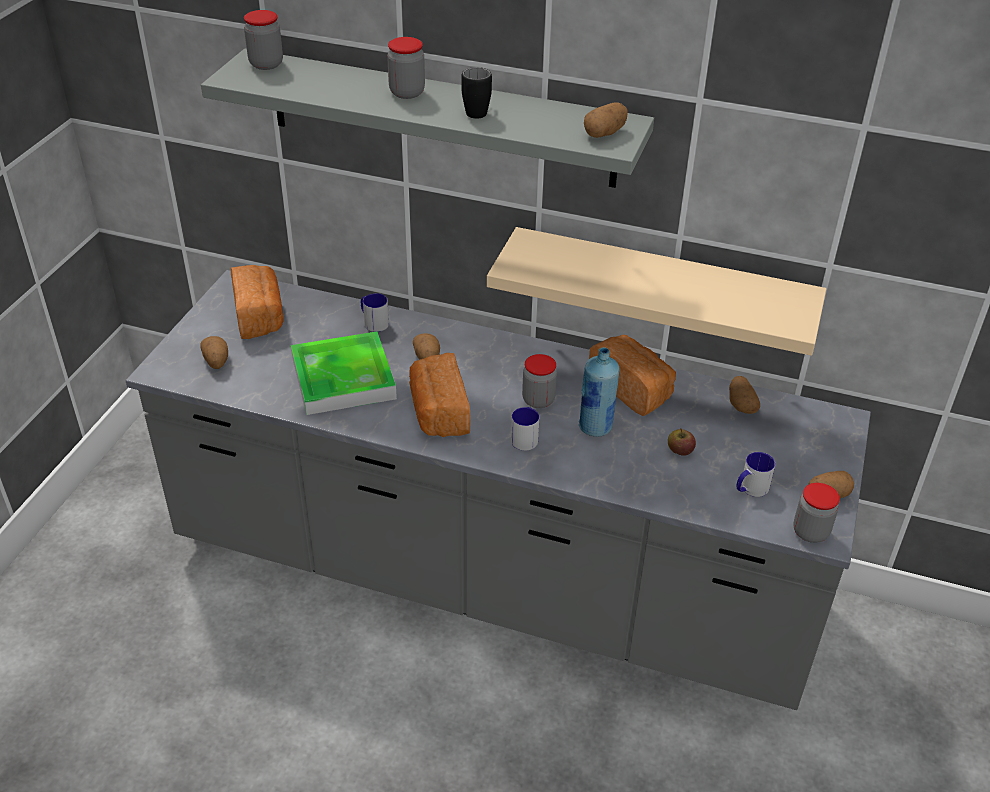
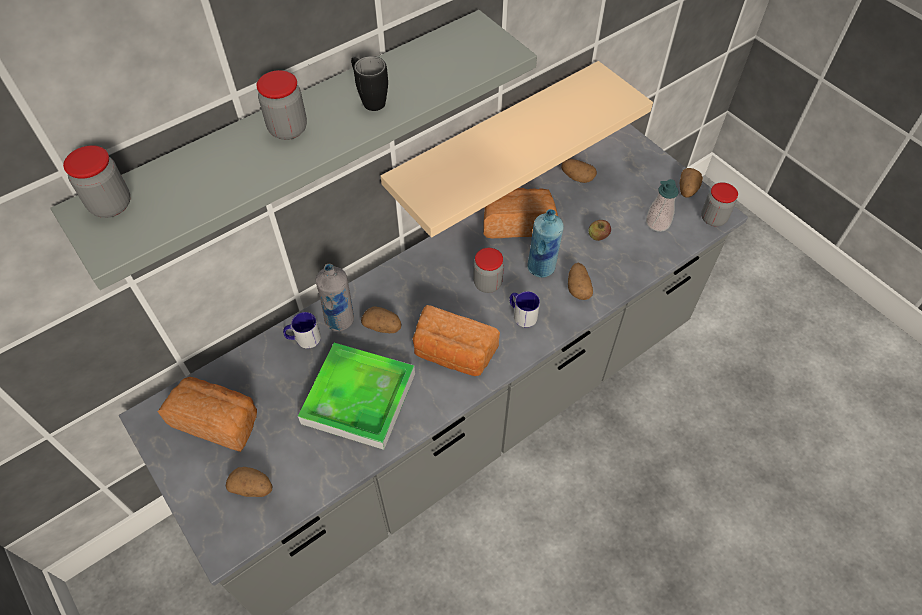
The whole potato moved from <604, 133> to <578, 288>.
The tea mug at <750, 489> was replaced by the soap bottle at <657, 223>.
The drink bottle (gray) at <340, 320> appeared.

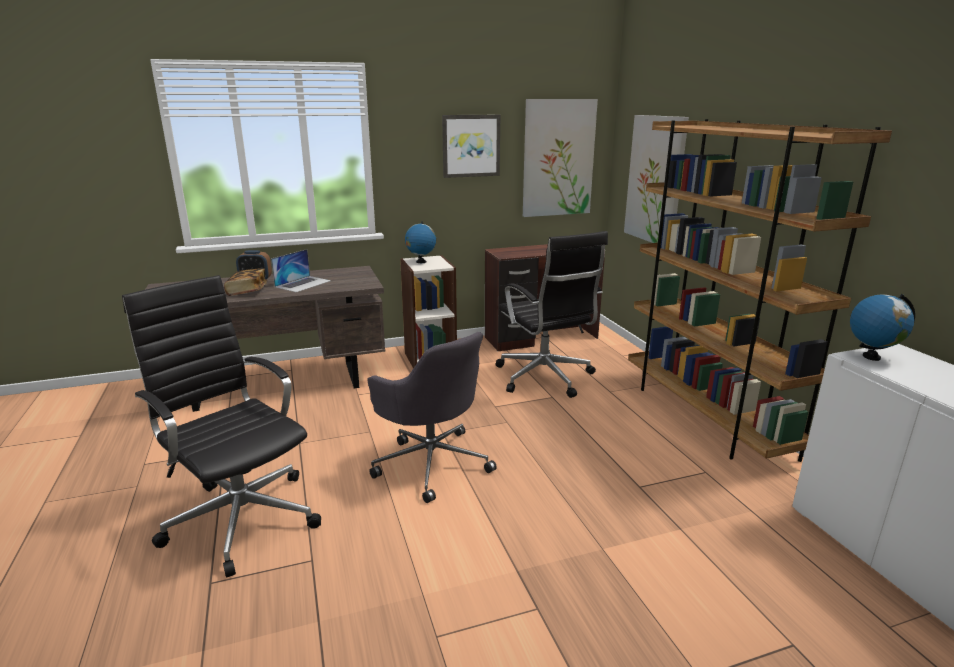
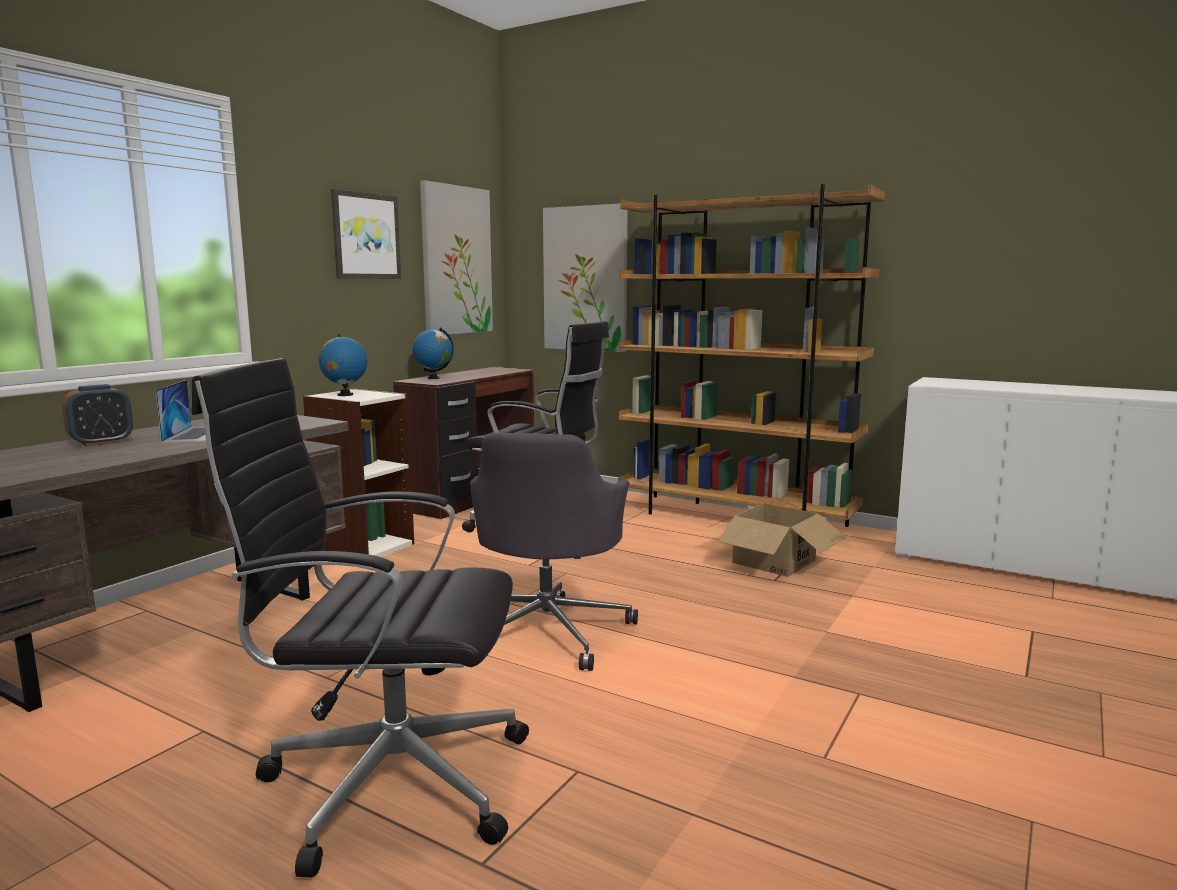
The bound book at <247, 291> disappeared.
The globe moved from <871, 357> to <433, 378>.
The computer chair (gray) at <431, 462> turned 90 degrees clockwise.
The carton at <774, 561> appeared.

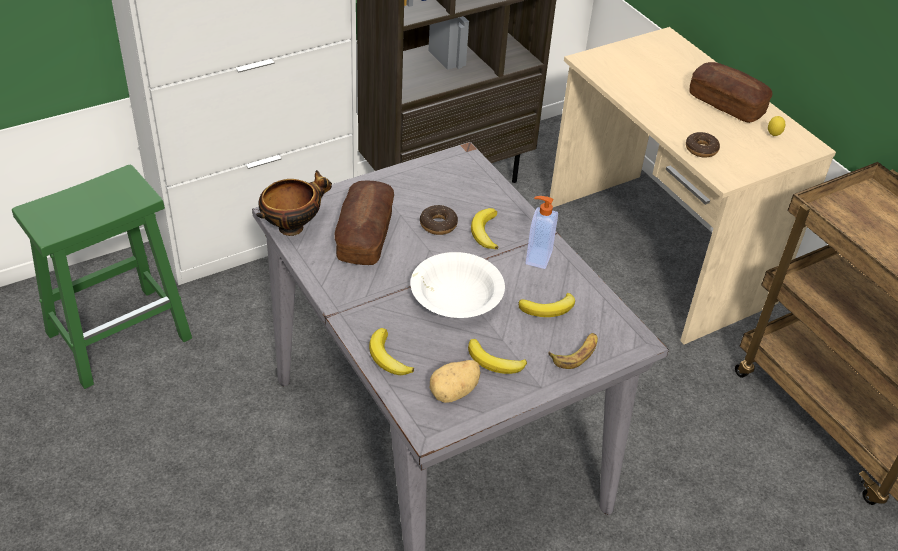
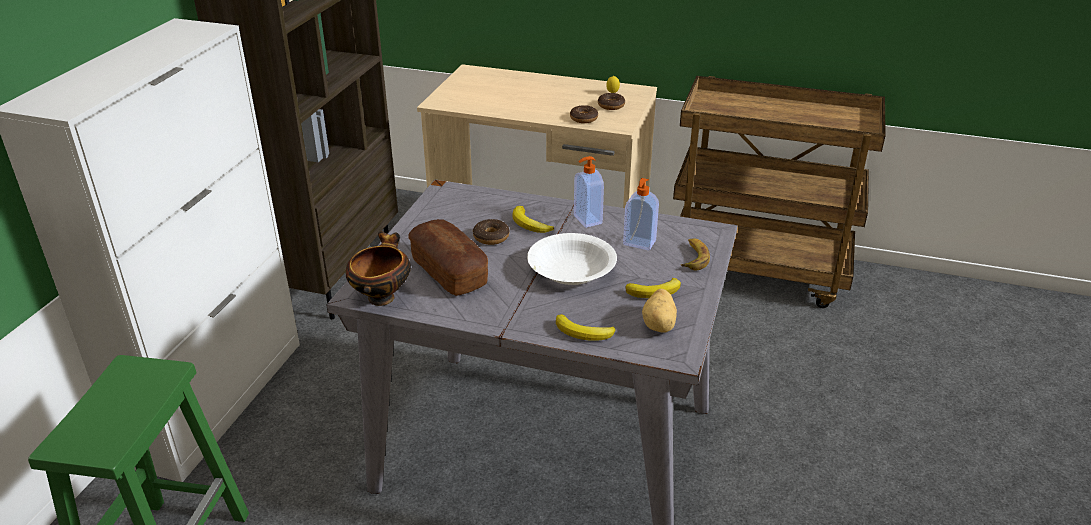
The bakery bread at <726, 104> disappeared.
The banana at <548, 308> was replaced by the soap bottle at <639, 243>.
The ring doughnut at <611, 105> appeared.

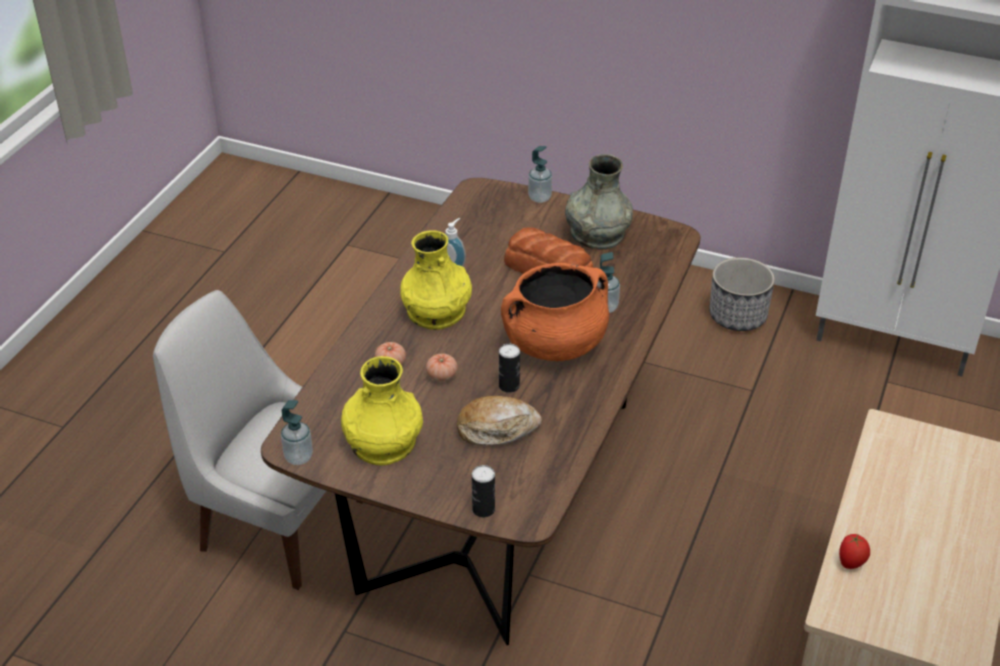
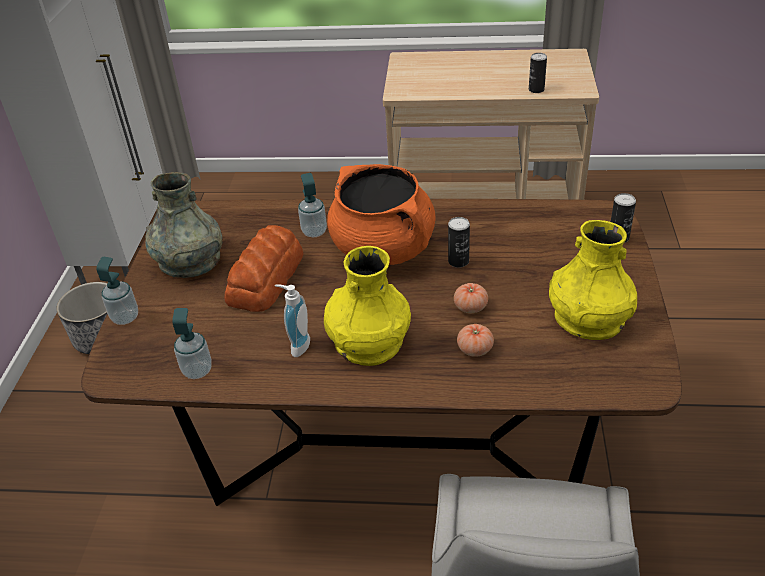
The bakery bread at <497, 429> disappeared.
The soap bottle moved from <298, 457> to <197, 370>.
The whole tomato at <851, 563> was replaced by the can at <536, 90>.

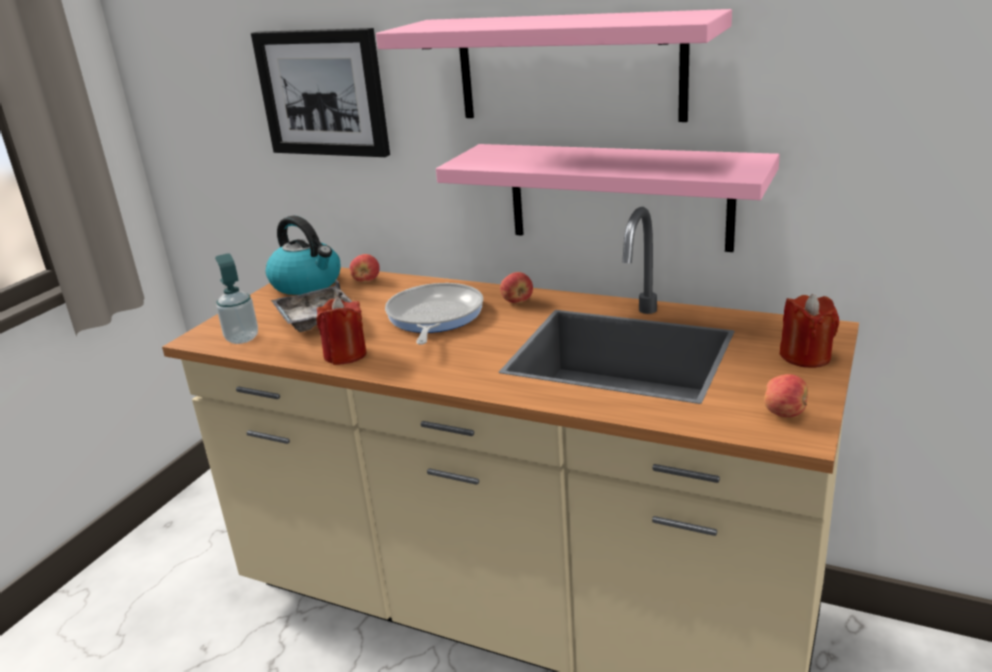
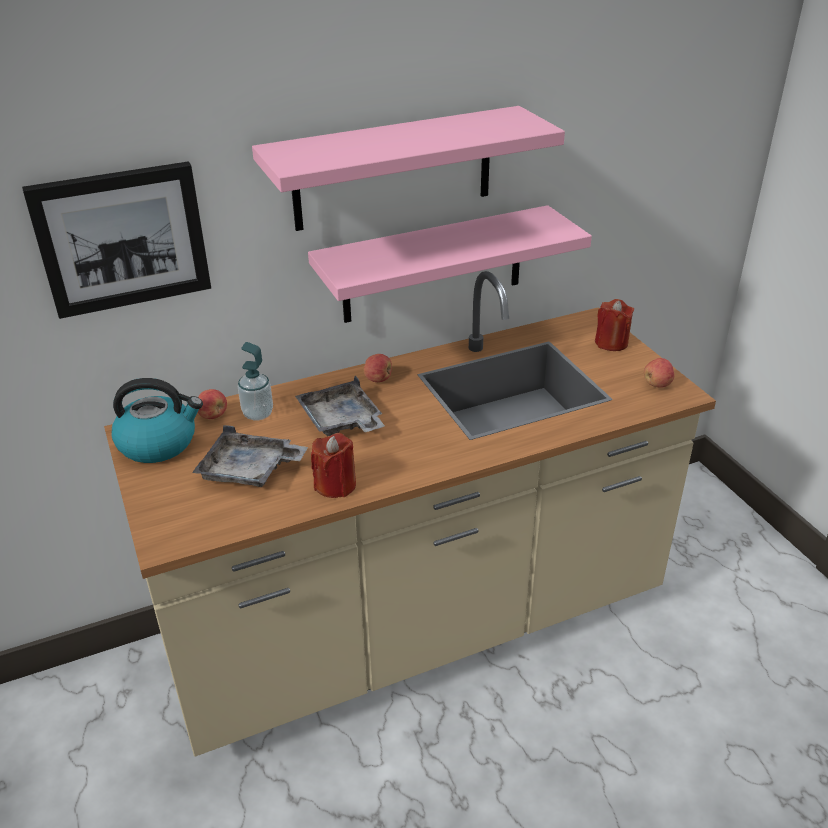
The soap bottle moved from <242, 338> to <258, 414>.
The skillet at <433, 317> was replaced by the serving tray (gray) at <341, 421>.

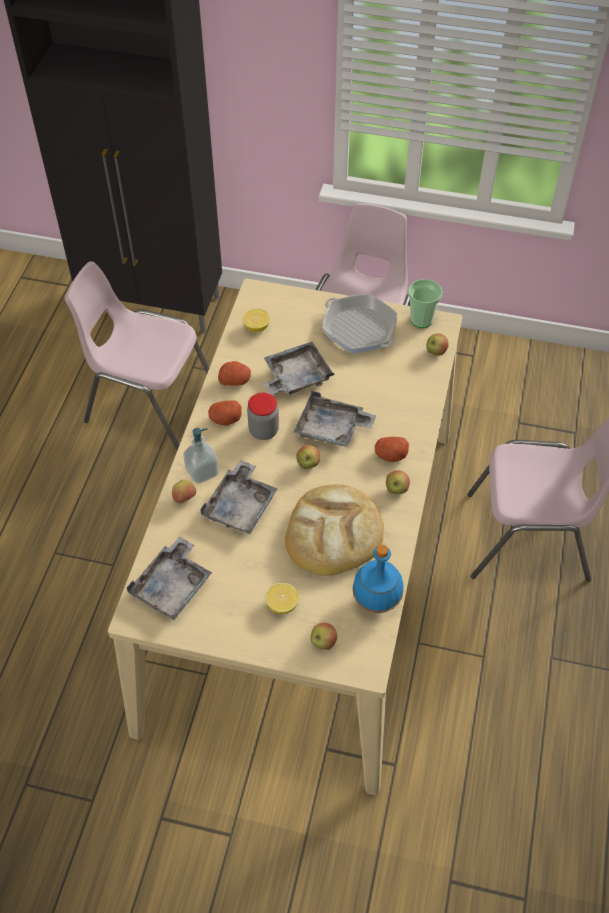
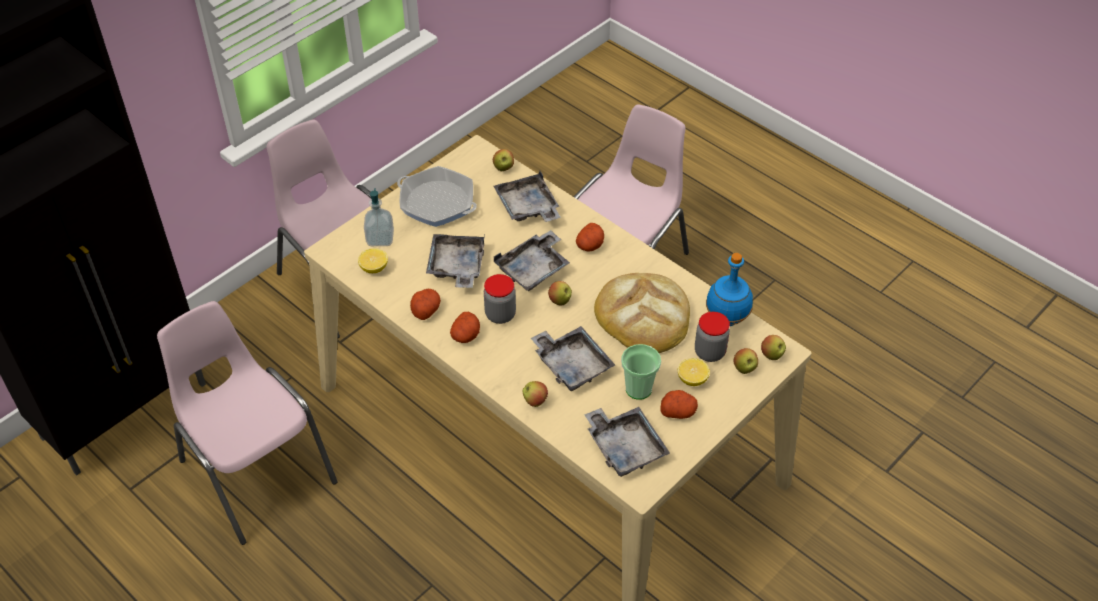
The plain chair (pink-coloured) at <149, 403> turned 90 degrees clockwise.
The small cup moved from <421, 320> to <638, 389>.
The skillet at <359, 329> turned 45 degrees clockwise.
The soap bottle moved from <202, 472> to <380, 239>.
The whole apple moved from <396, 489> to <772, 355>.
The serving tray (gray) at <528, 207> appeared.
The jar at <709, 352> appeared.
The whole potato at <678, 411> appeared.

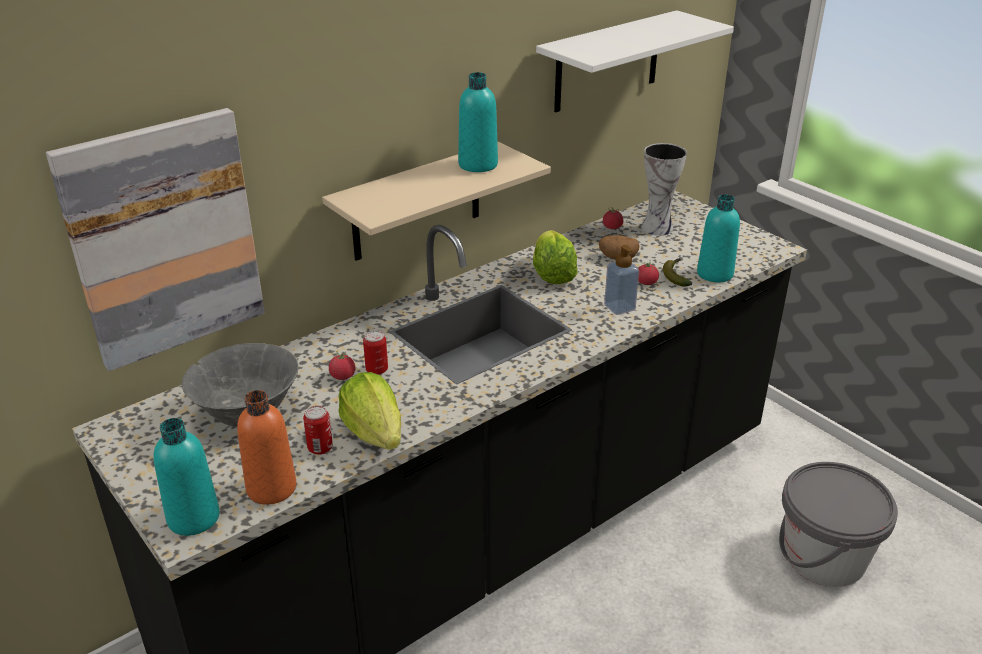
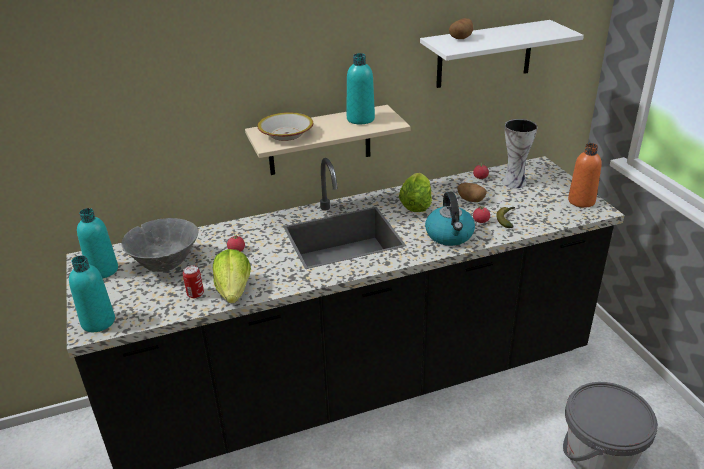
The wall art at <164, 238> disappeared.
The drink bottle (turquoise) moved from <715, 274> to <103, 270>.
The soap bottle at <619, 307> was replaced by the tea kettle at <450, 235>.
The can at <377, 370> disappeared.
The drink bottle (orange) moved from <271, 488> to <581, 201>.
The whole potato at <461, 38> appeared.
The serving bowl at <286, 134> appeared.

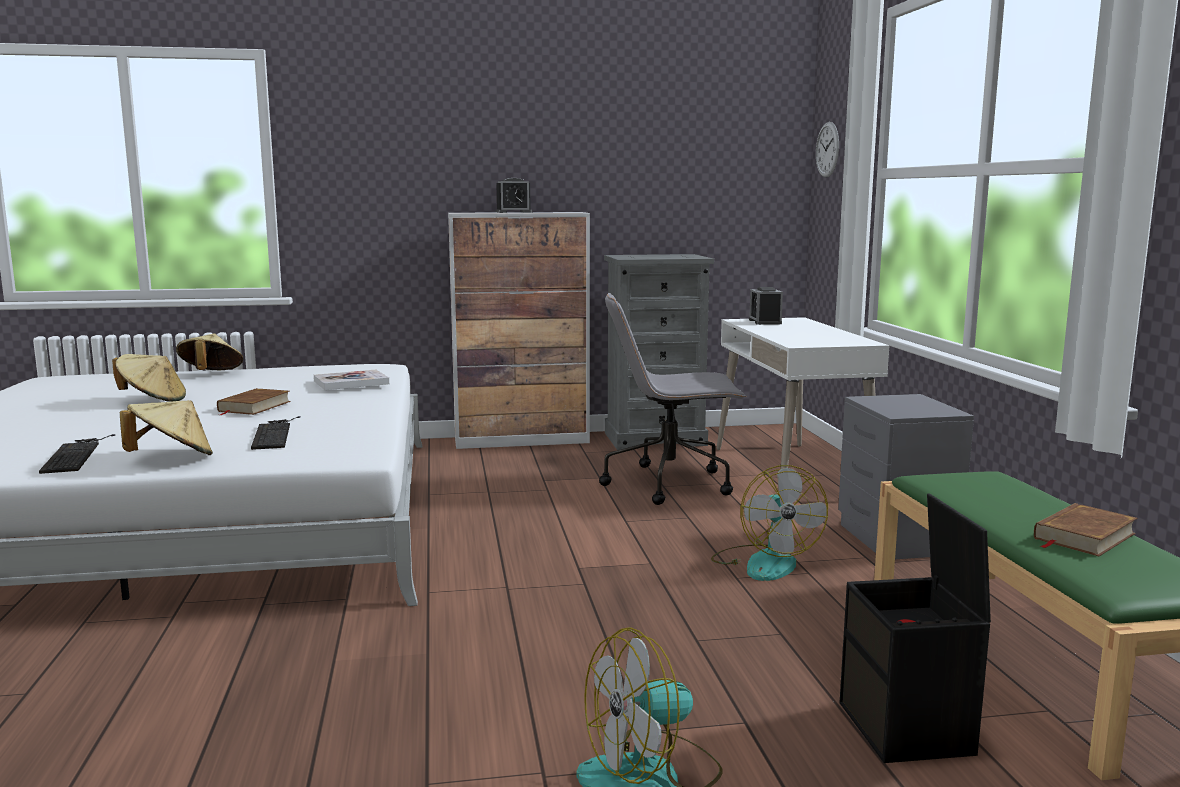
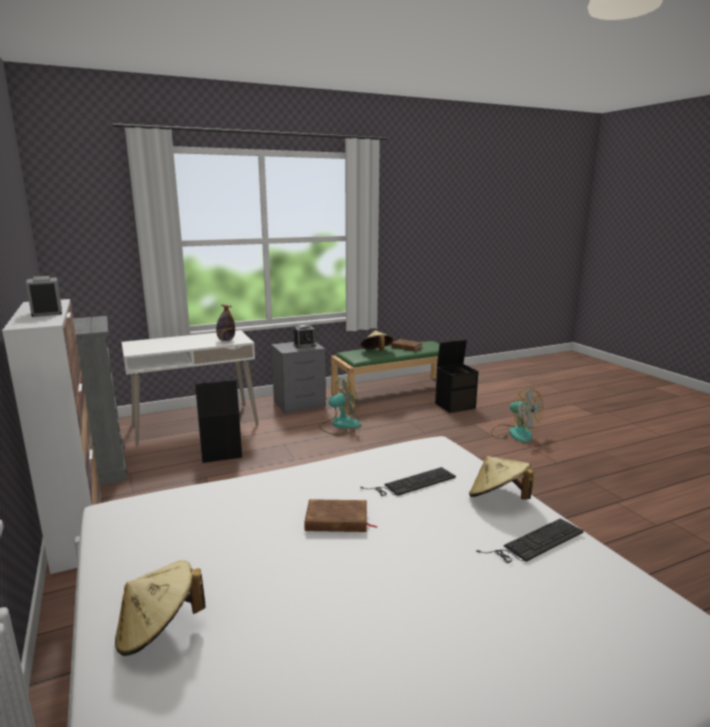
The clock on the wall at <827, 149> disappeared.
The alarm clock moved from <765, 322> to <304, 345>.
The computer chair (gray) at <671, 484> was replaced by the storage bin (blackish) at <220, 453>.
The hat (sand-coloured) moved from <153, 400> to <376, 352>.
The bound book at <351, 382> disappeared.
The drink bottle at <226, 340> appeared.

